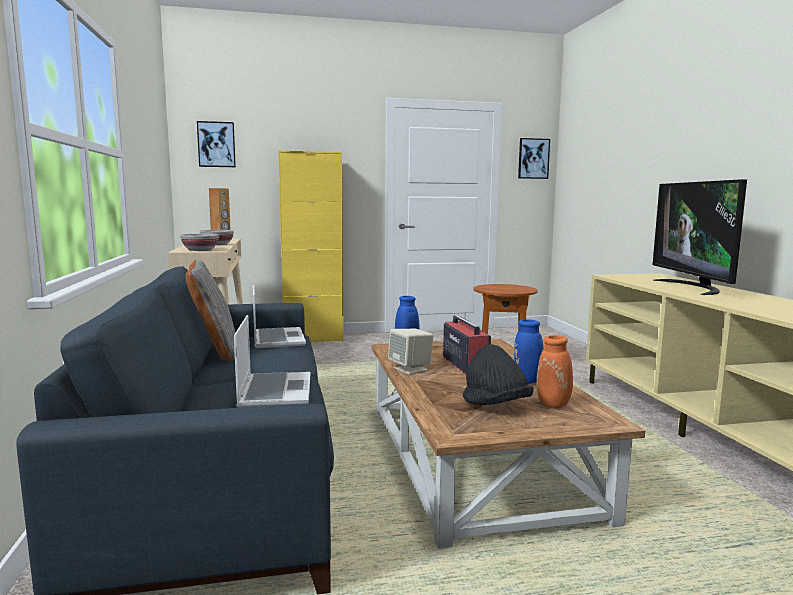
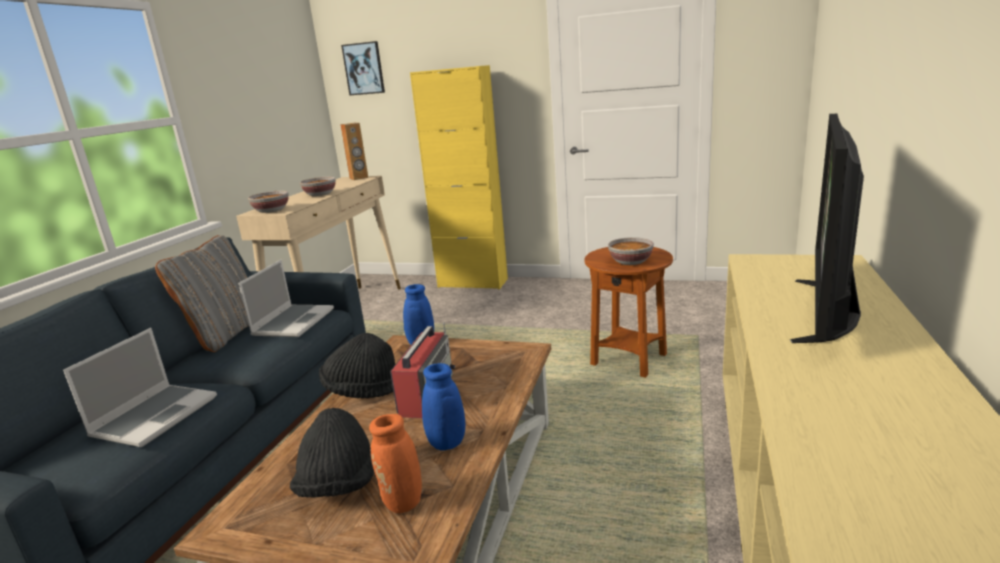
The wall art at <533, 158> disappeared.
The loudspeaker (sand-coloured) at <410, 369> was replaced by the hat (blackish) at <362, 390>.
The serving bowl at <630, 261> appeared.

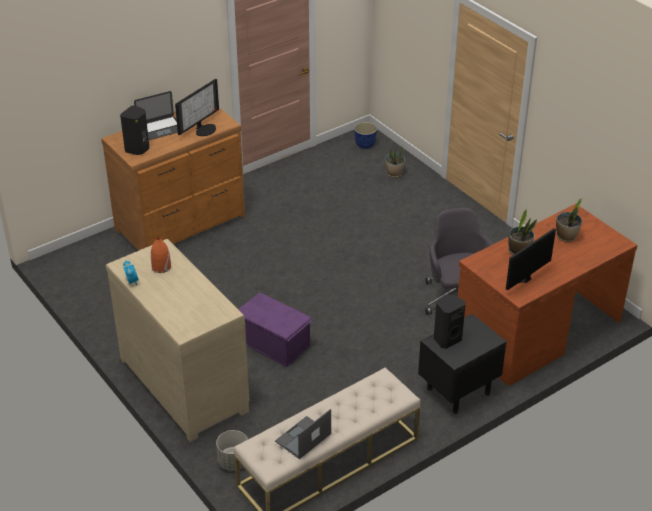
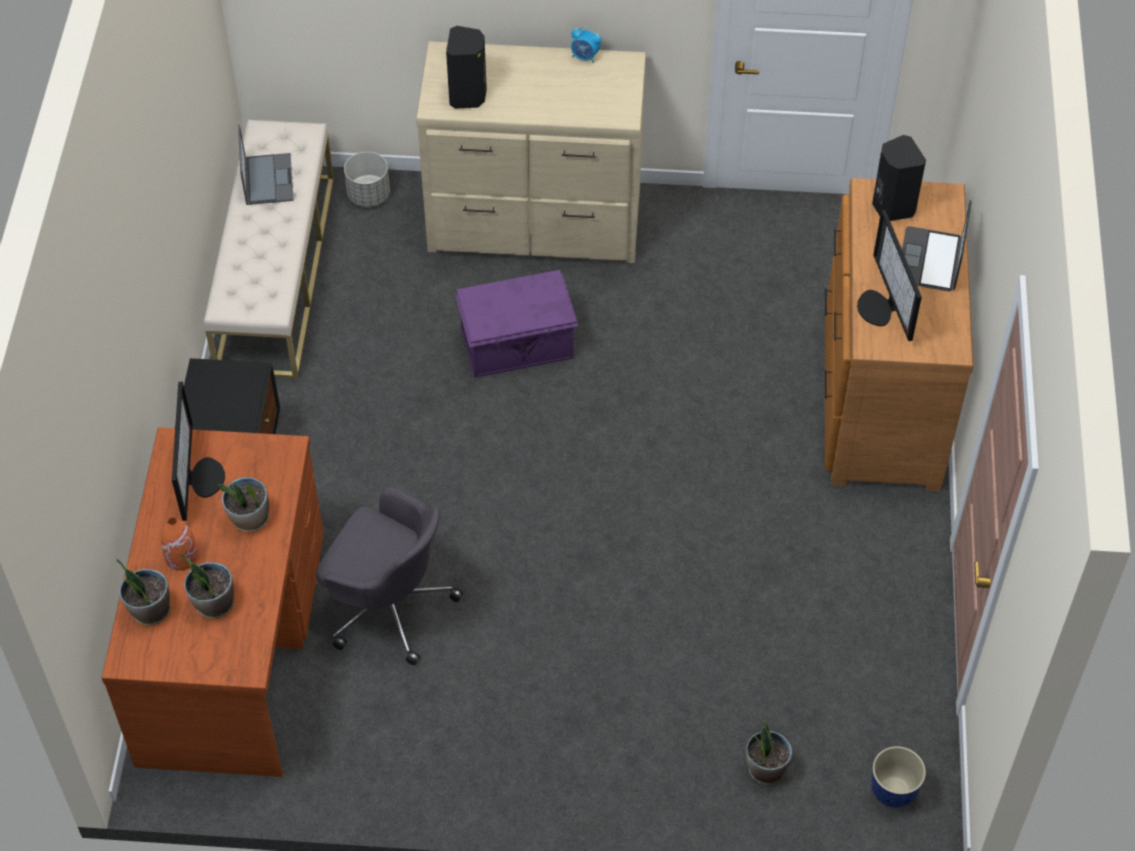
The flower vase (orange) moved from <161, 267> to <182, 556>.
The loudspeaker (blackish) moved from <446, 339> to <468, 96>.
The potted plant at <150, 610> appeared.

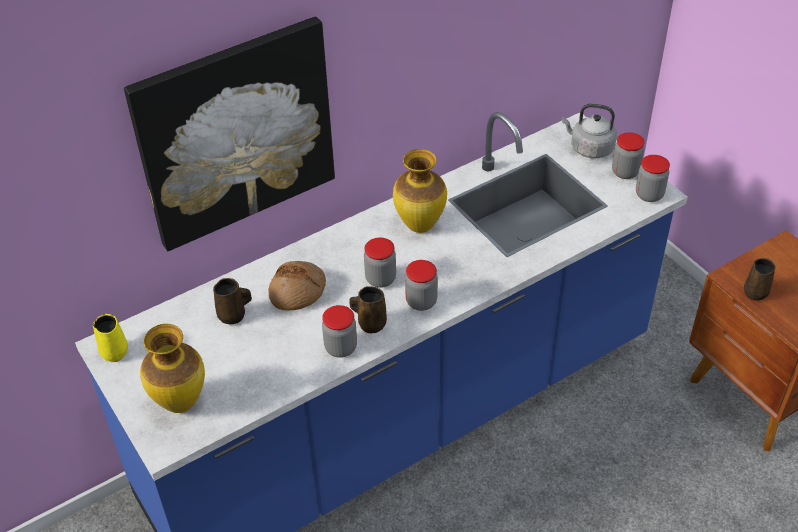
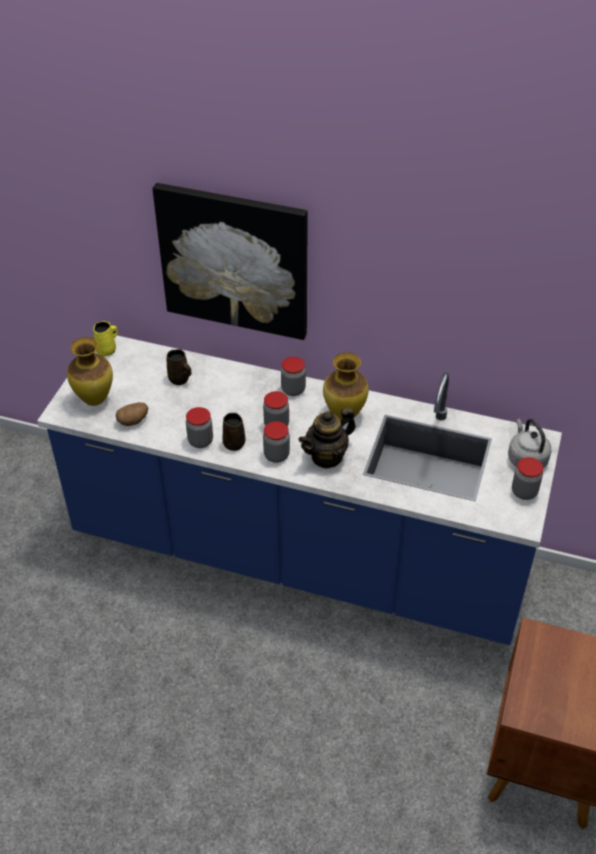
The jar moved from <649, 195> to <293, 390>.
The tea mug (brown-coloured) at <756, 292> disappeared.
The bakery bread at <297, 292> disappeared.
The whole potato at <133, 421> appeared.
The pot for tea at <327, 456> appeared.

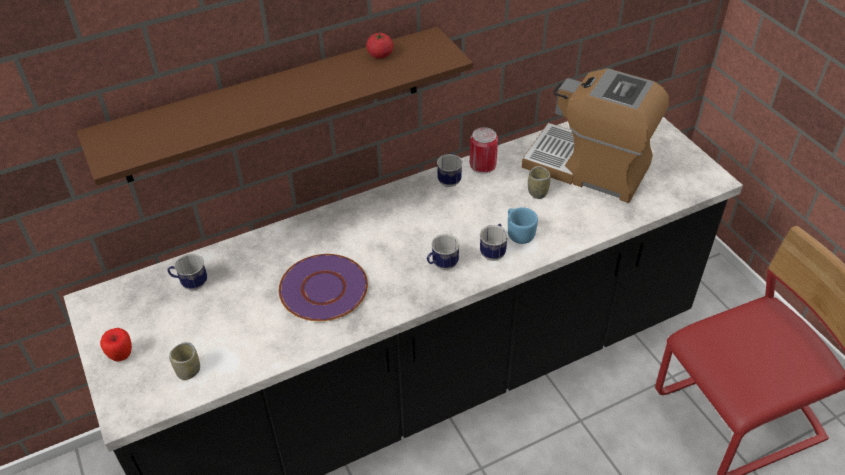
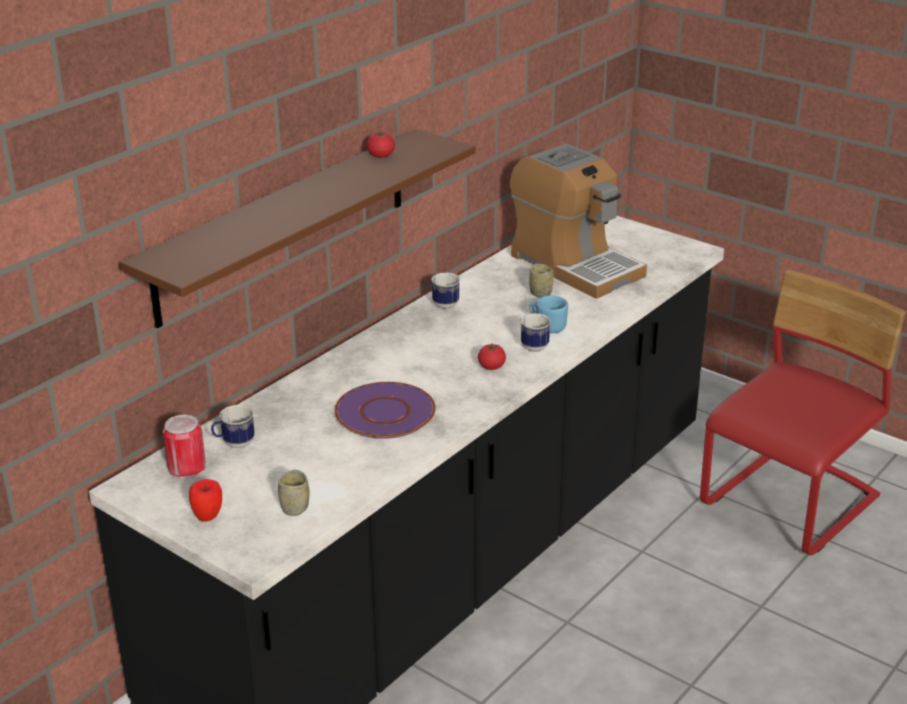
The coffee machine at <589, 167> turned 135 degrees counterclockwise.
The can moved from <482, 165> to <187, 468>.
The tea mug at <442, 265> was replaced by the whole tomato at <491, 367>.

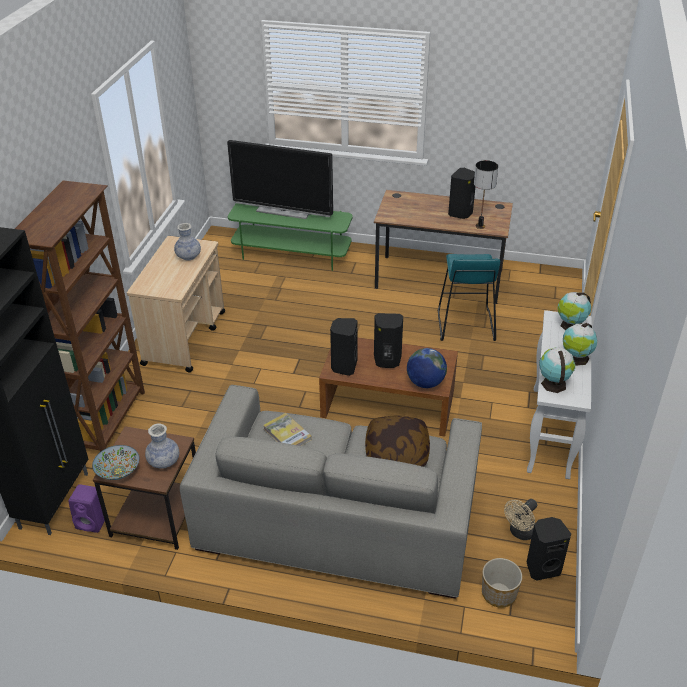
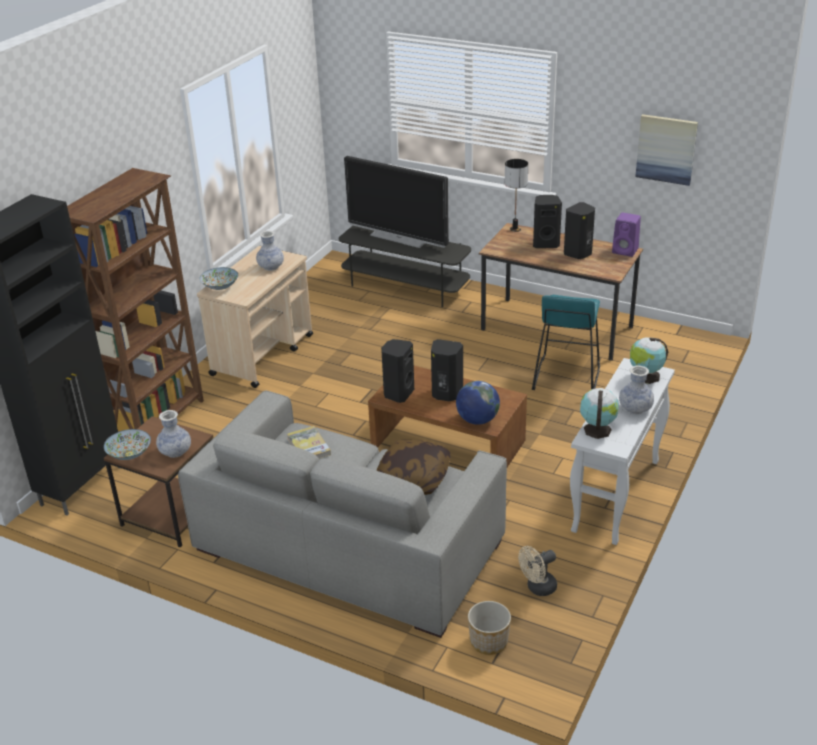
The table lamp moved from <480, 226> to <514, 229>.
The media console (green) at <292, 254> became the media console (gray) at <406, 286>.
The globe at <576, 358> was replaced by the flower vase at <635, 409>.
The loudspeaker (purplish) moved from <93, 522> to <626, 251>.
The loudspeaker (blackish) moved from <542, 567> to <545, 244>.
The wall art at <666, 149> appeared.
The serving bowl at <220, 286> appeared.

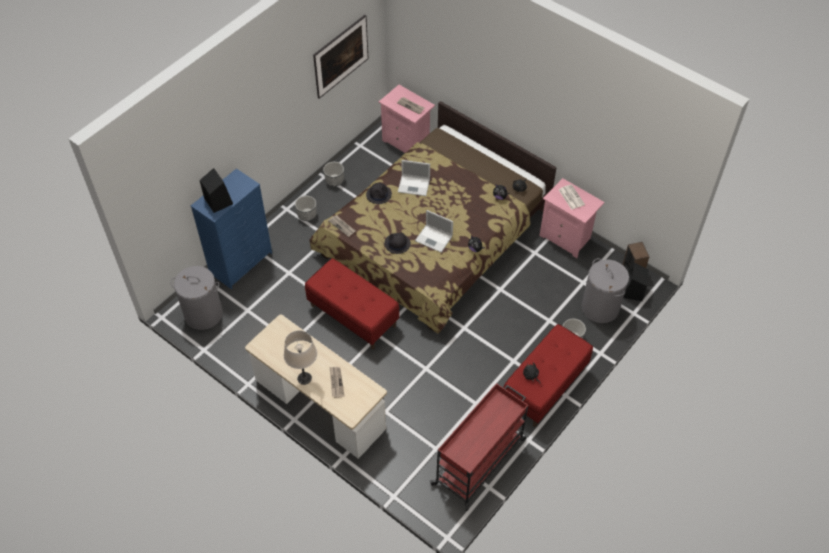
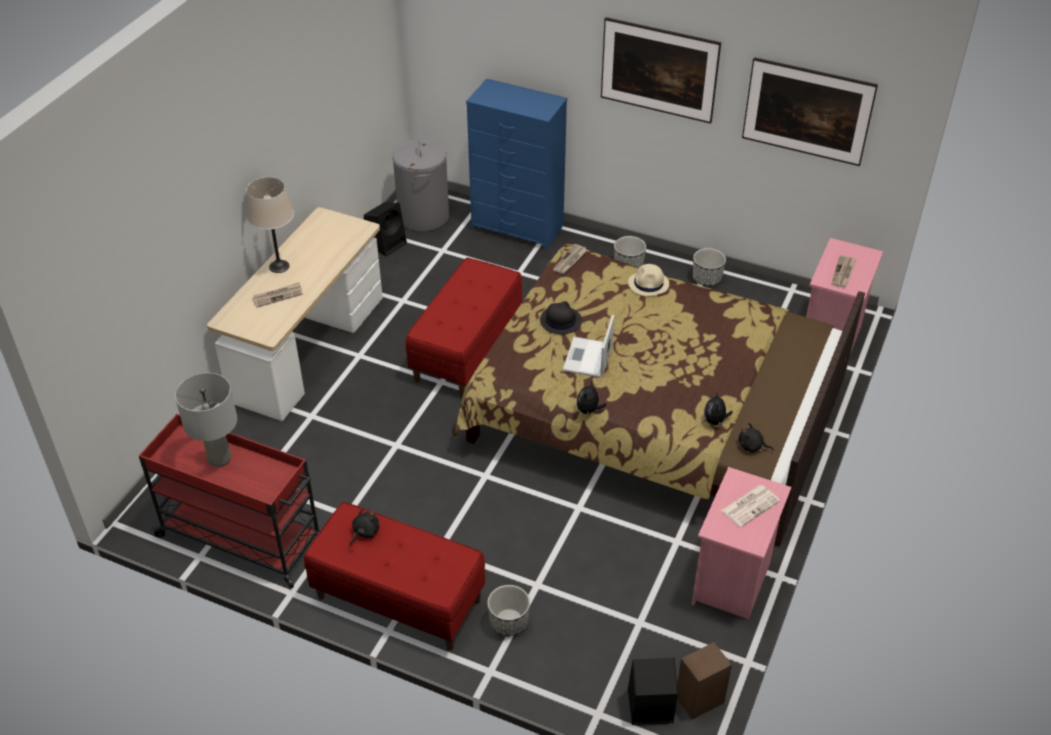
The notebook computer at <414, 185> disappeared.
The loudspeaker (blackish) moved from <218, 201> to <387, 243>.
The hat (blackish) at <379, 194> became the hat (sand-coloured) at <649, 284>.
The hamper (gray) at <600, 308> disappeared.
The wall art at <657, 89> appeared.
The table lamp (gray) at <219, 459> appeared.

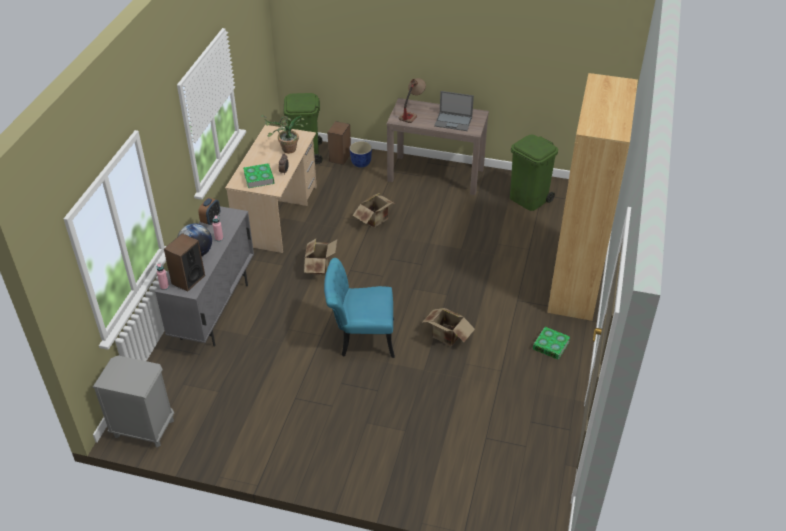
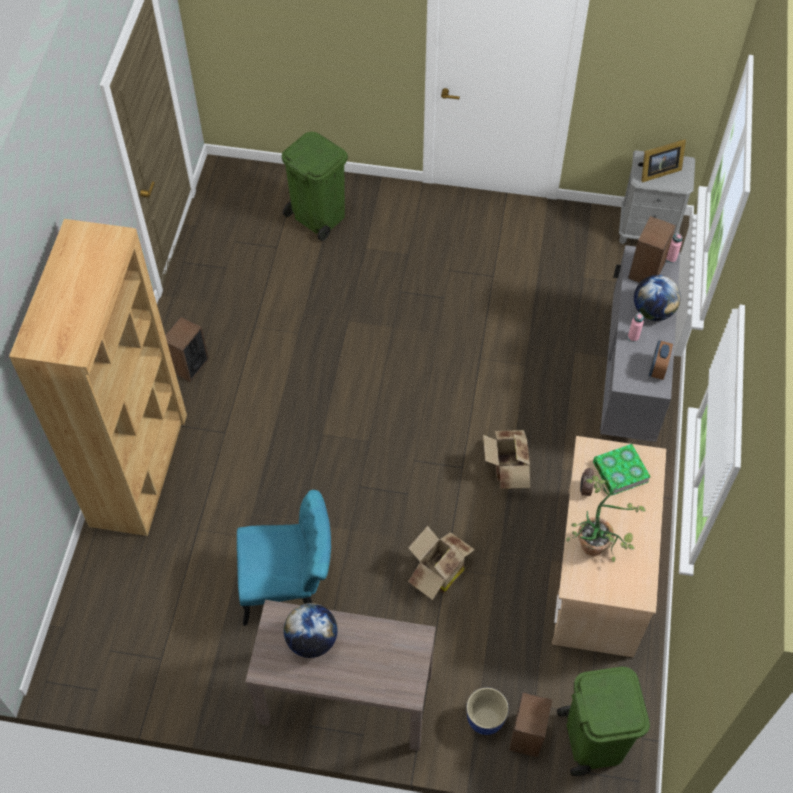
The table lamp at <411, 113> disappeared.
The notebook computer at <453, 121> was replaced by the globe at <312, 640>.
The rubbish bin (green) moved from <529, 199> to <317, 216>.
The plain chair (turquoise) moved from <360, 338> to <289, 586>.
The carton at <446, 337> disappeared.
The bound book at <551, 345> was replaced by the loudspeaker at <189, 365>.
The picture frame at <657, 172> appeared.

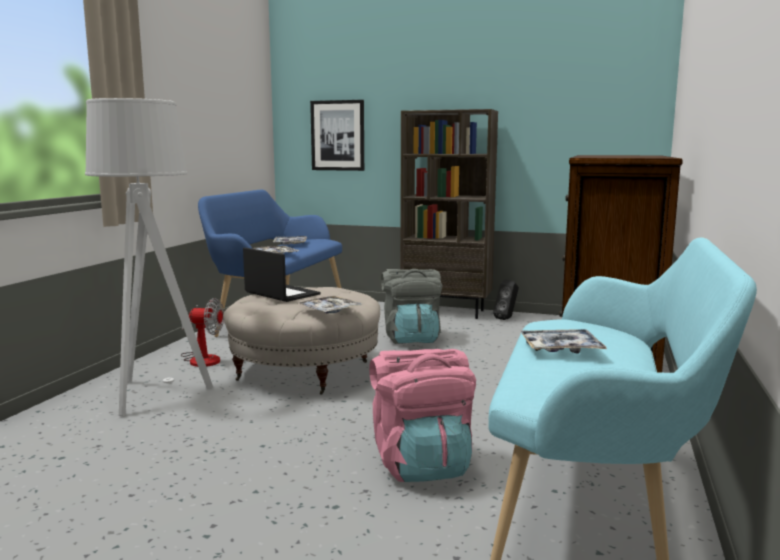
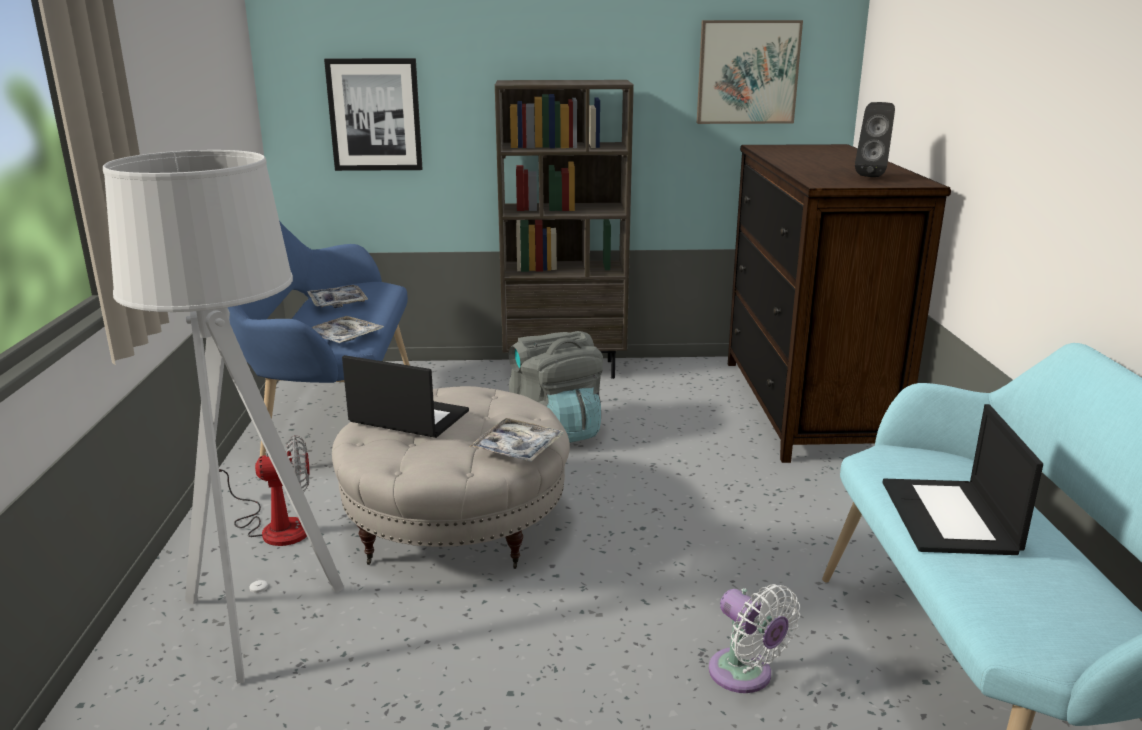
The loudspeaker (blackish) moved from <507, 318> to <872, 176>.
The serving tray at <560, 349> was replaced by the notebook computer at <950, 517>.
The knapsack (pink-coloured) at <421, 464> was replaced by the cooling fan (white) at <745, 675>.
The wall art at <747, 72> appeared.

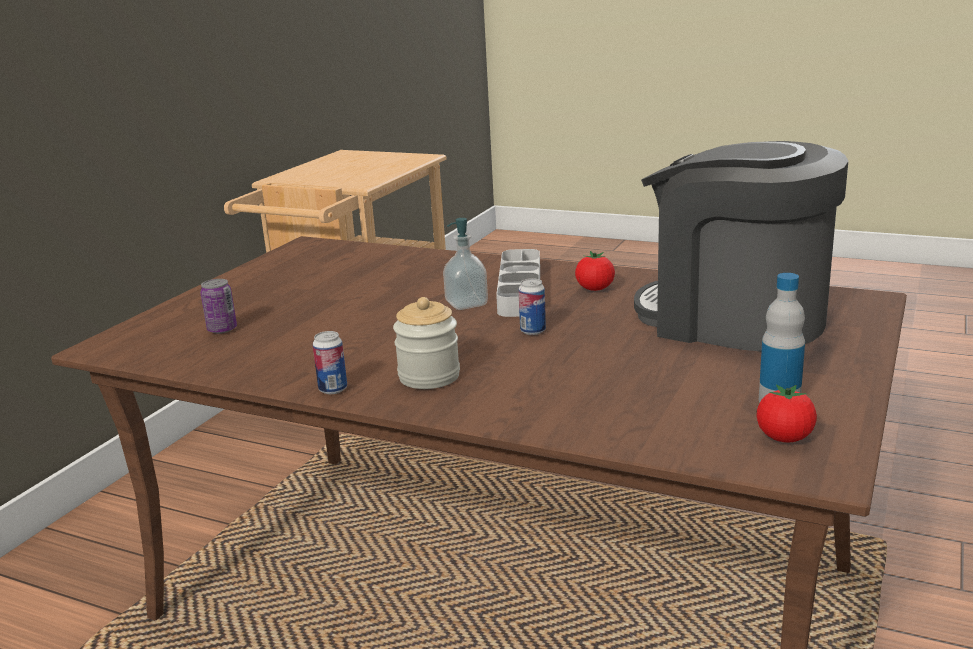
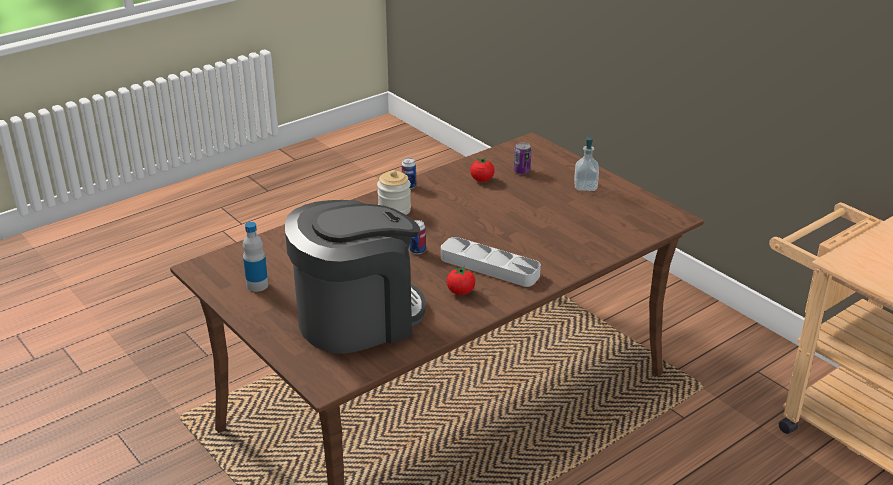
The soap bottle moved from <466, 304> to <585, 186>.
The whole tomato moved from <784, 438> to <482, 180>.

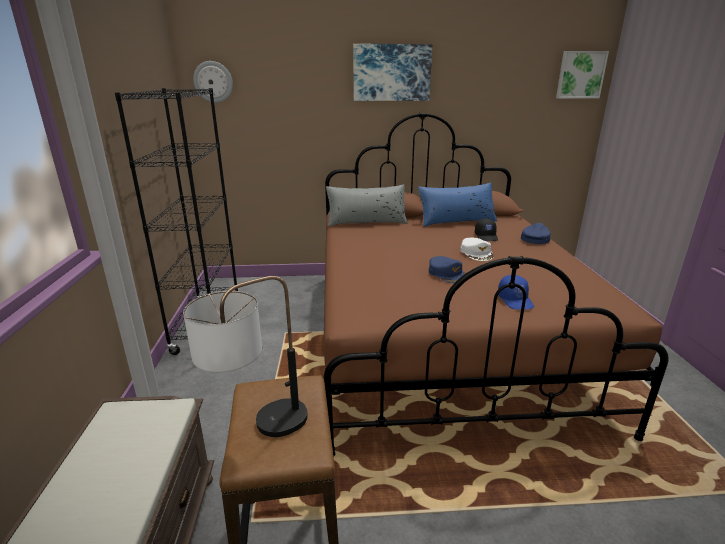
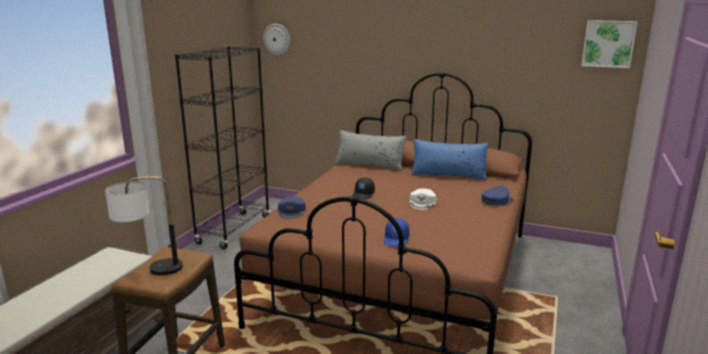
The wall art at <391, 73> disappeared.
The peaked cap (blackish) moved from <486, 237> to <363, 195>.
The peaked cap (blue) moved from <447, 274> to <292, 211>.

